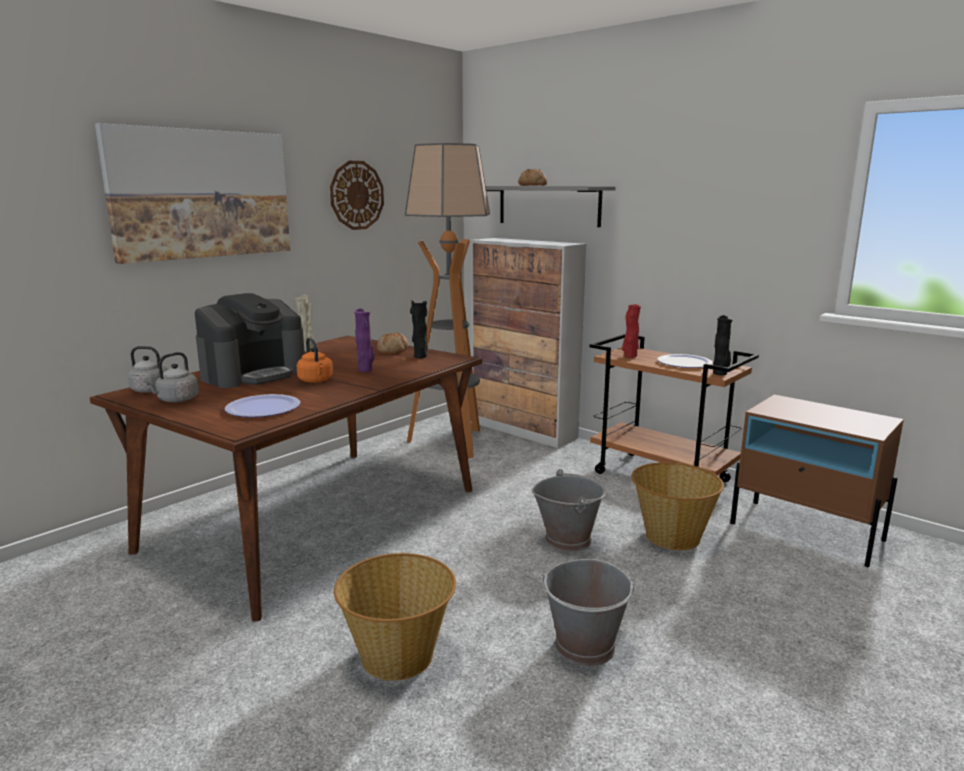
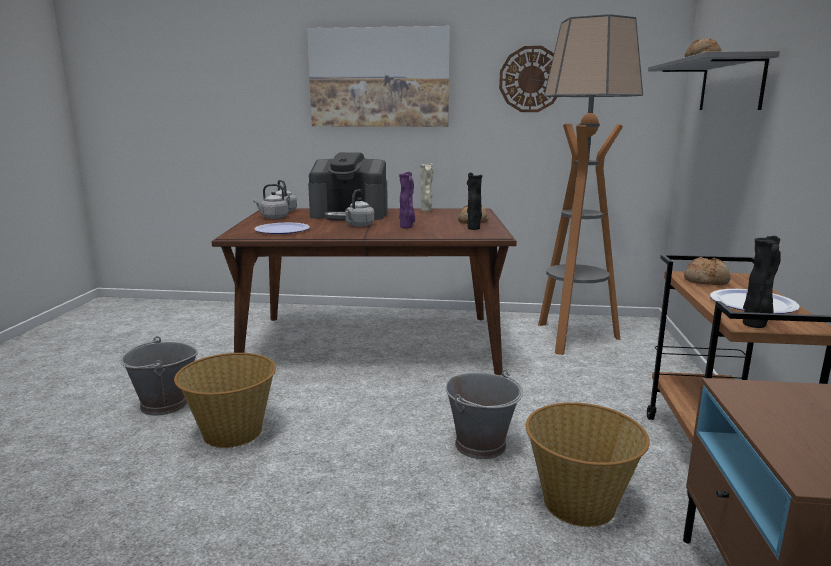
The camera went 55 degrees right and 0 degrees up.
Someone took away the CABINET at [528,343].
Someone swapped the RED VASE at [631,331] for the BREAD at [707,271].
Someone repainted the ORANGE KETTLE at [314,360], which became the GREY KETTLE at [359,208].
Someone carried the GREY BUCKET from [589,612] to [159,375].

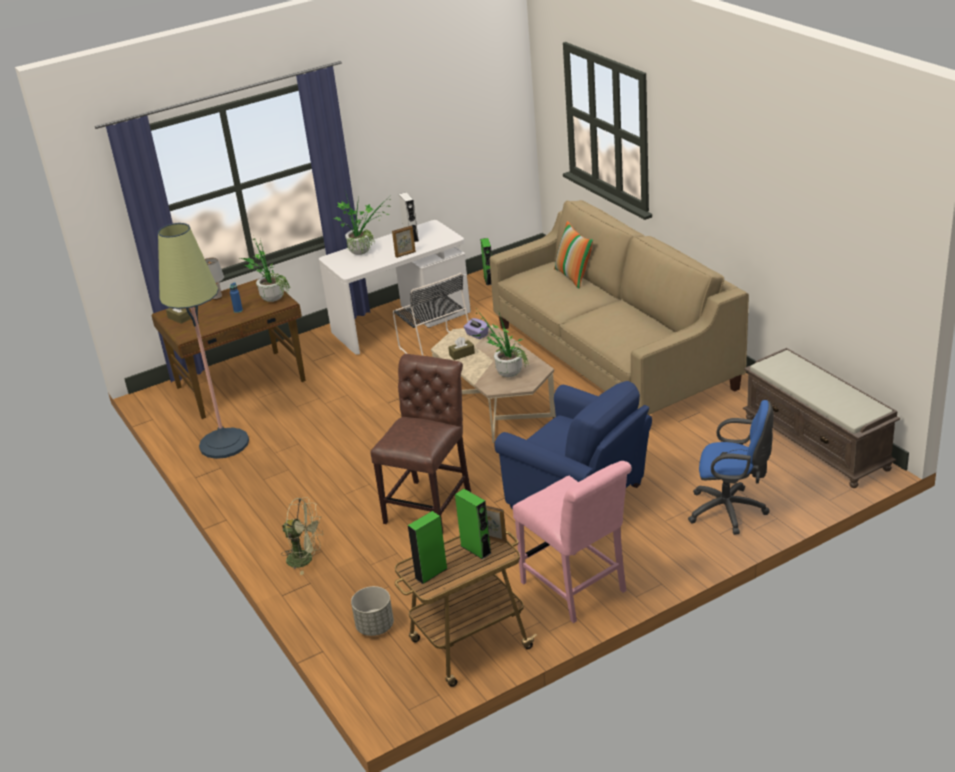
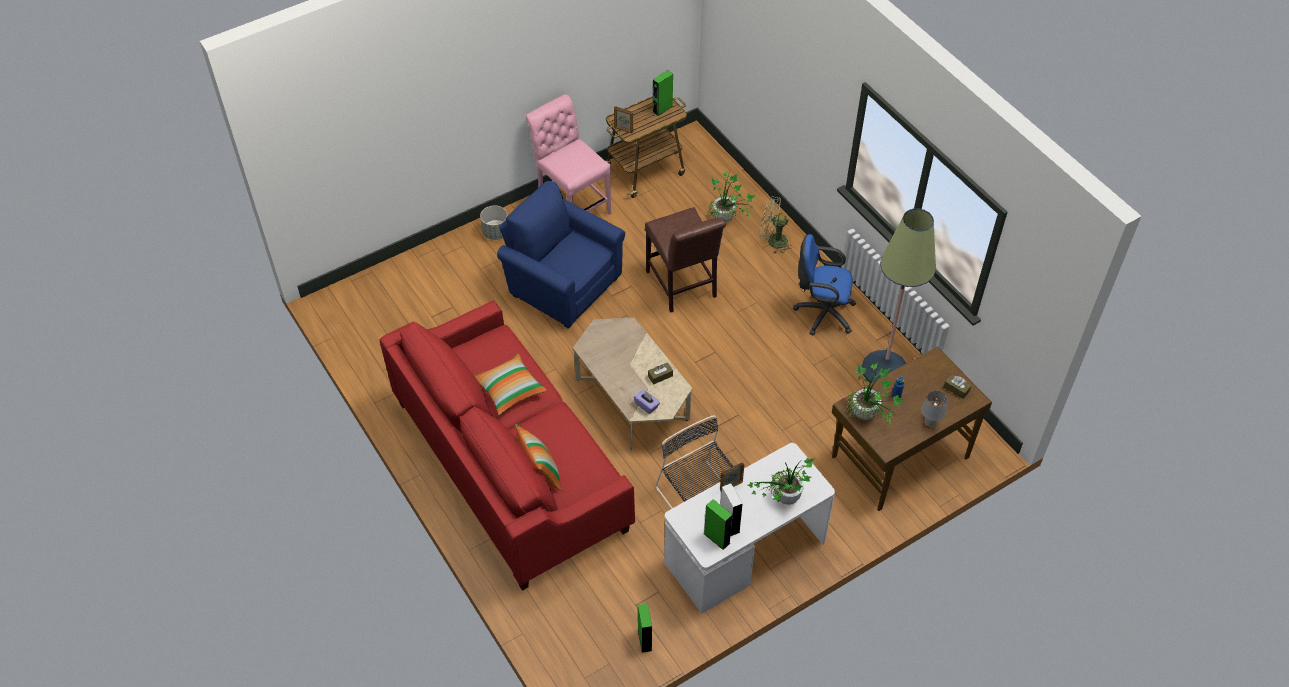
The camera went 175 degrees right and 20 degrees up.
Someone repainted the BEIGE SOFA at [619,307], which became the RED SOFA at [507,445].
Someone carried the POTTED PLANT from [499,344] to [731,195].
Someone took away the BROWN BENCH at [821,418].
Someone rotated the BROWN CHAIR at [420,443] by 45 degrees counterclockwise.
Someone carried the BLUE OFFICE CHAIR from [731,467] to [824,284].
Someone carried the GREEN SPEAKER from [473,524] to [718,524].
Someone carried the GREY PLANTER from [372,611] to [494,222].
Someone put down the PILLOW at [510,384].

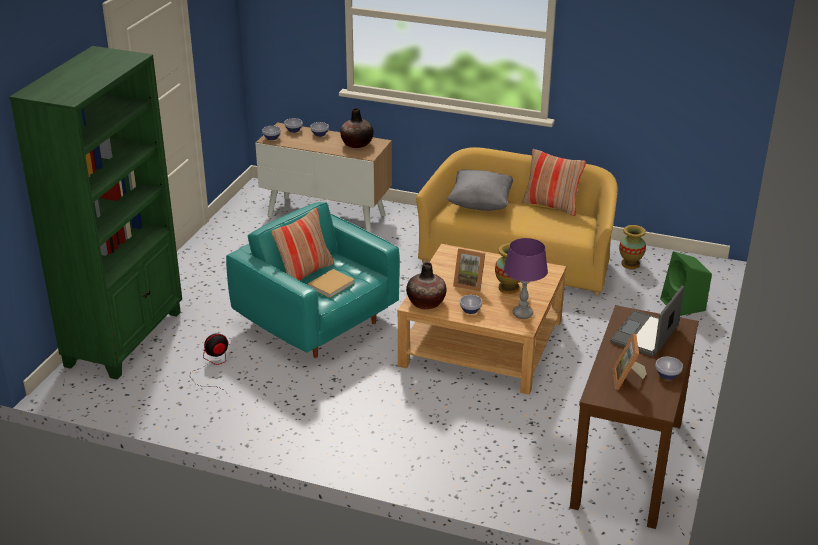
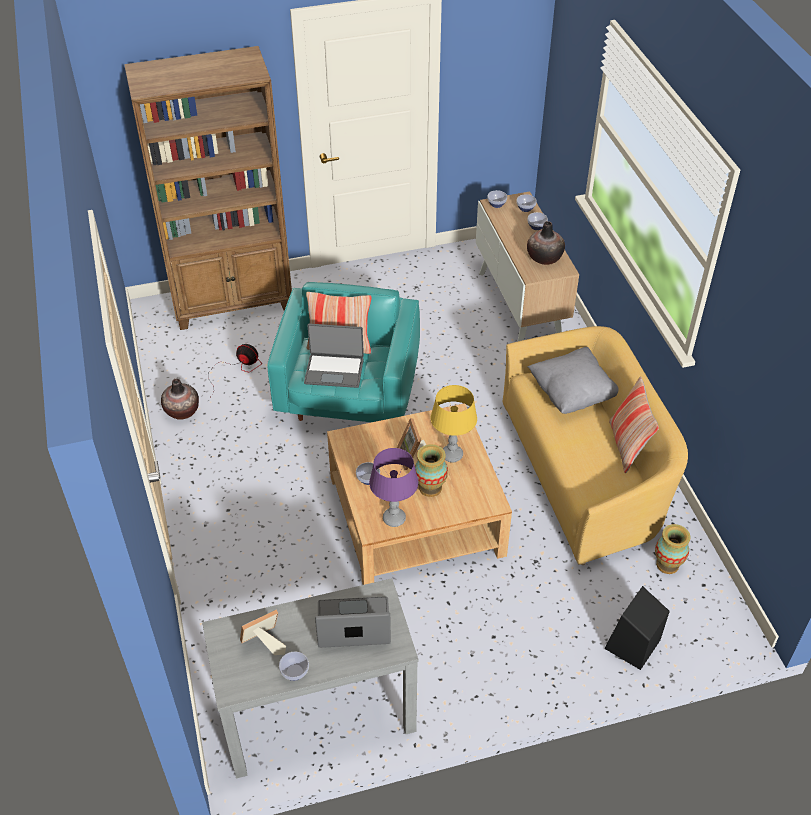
The camera went 55 degrees right and 15 degrees up.
Someone repainted the GREEN BOOKCASE at [95,213], which became the BROWN BOOKCASE at [208,188].
Someone repainted the GREEN SPEAKER at [686,283], which became the BLACK SPEAKER at [637,628].
Someone carried the VASE from [426,285] to [180,399].
Someone swapped the BEIGE BOOK at [331,283] for the LAPTOP at [334,356].
Someone repainted the BROWN CONSOLE TABLE at [634,417], which became the GREY CONSOLE TABLE at [310,678].
Someone put down the YELLOW TABLE LAMP at [454,423].

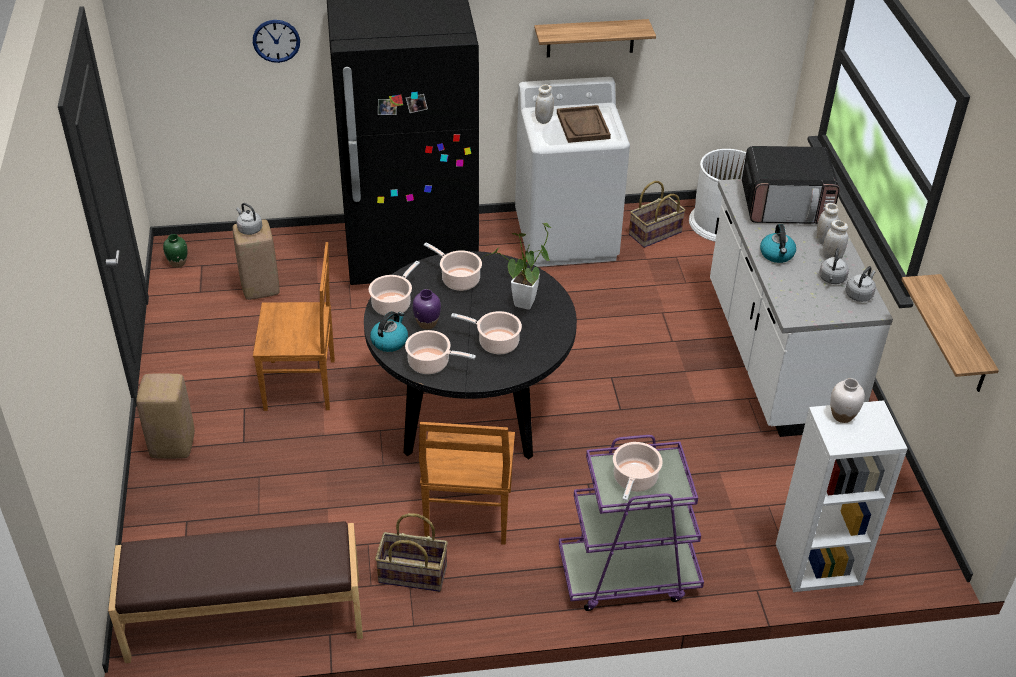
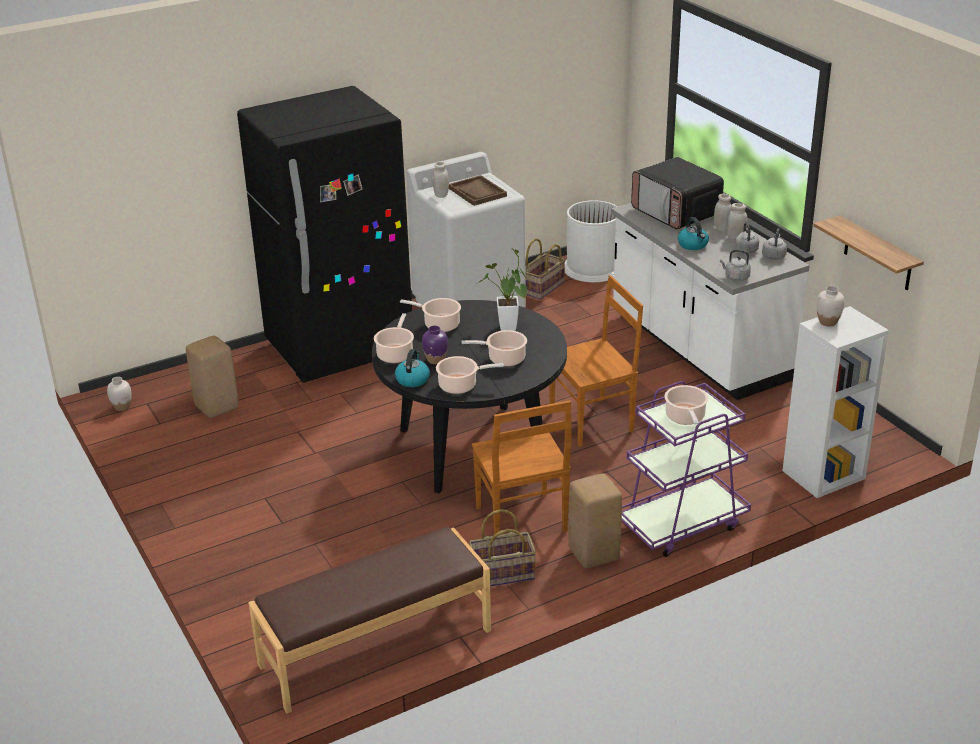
The camera went 20 degrees left and 10 degrees down.
Someone took away the SHELF at [595,38].
Someone took away the WALL CLOCK at [276,41].
Someone rotated the MICROWAVE at [791,185] by 75 degrees clockwise.
Someone carried the GREY KETTLE from [249,219] to [735,265].
Someone repainted the GREEN VASE at [175,251], which became the WHITE VASE at [119,394].
Someone carried the BROWN CHAIR from [294,326] to [596,361].
Someone carried the BEIGE STOOL from [165,416] to [595,520].

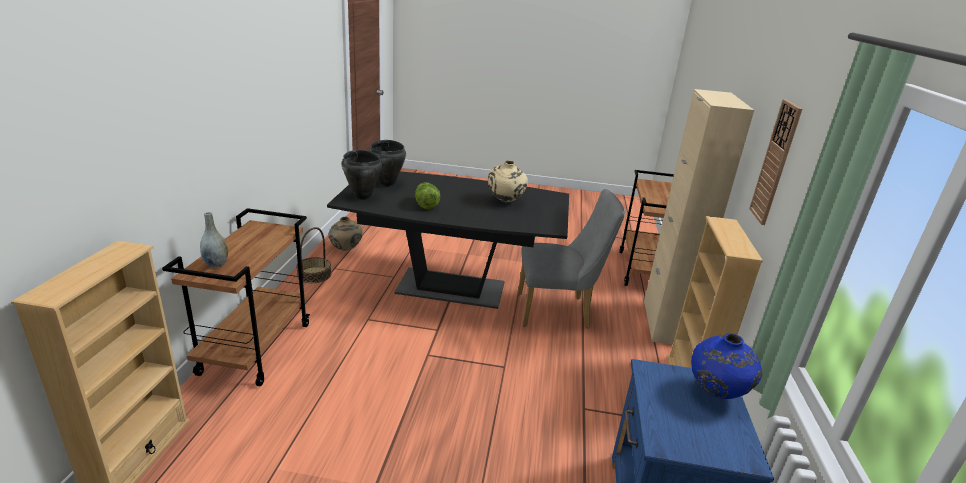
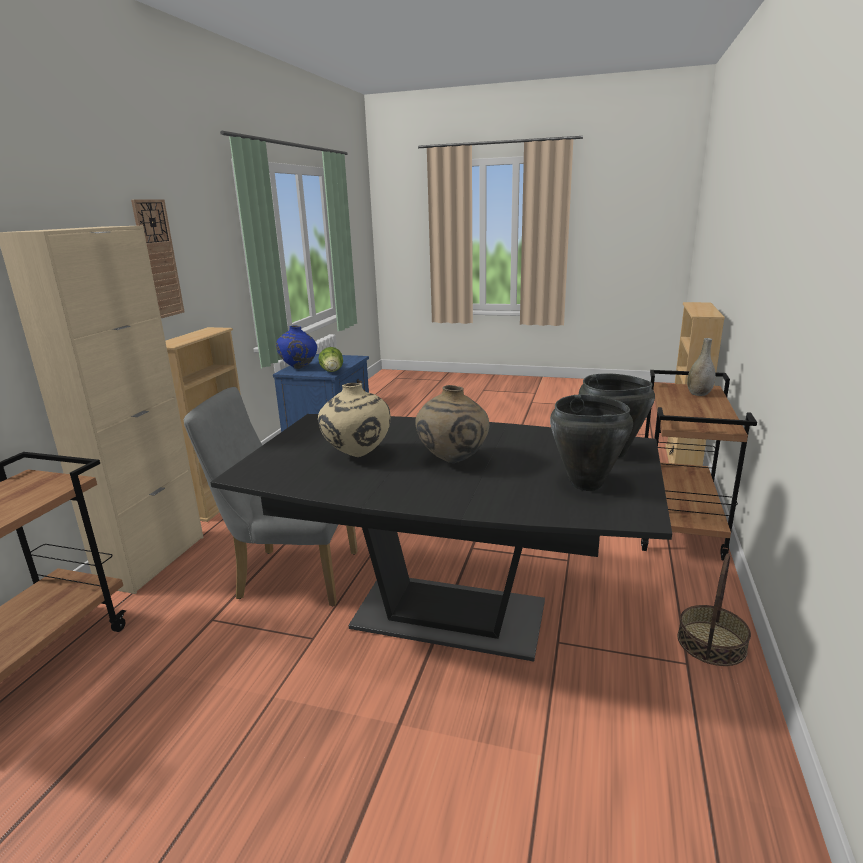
The camera went 170 degrees left and 5 degrees down.
Someone carried the LETTUCE from [428,195] to [330,359].
Someone carried the BEIGE VASE from [346,234] to [452,424].

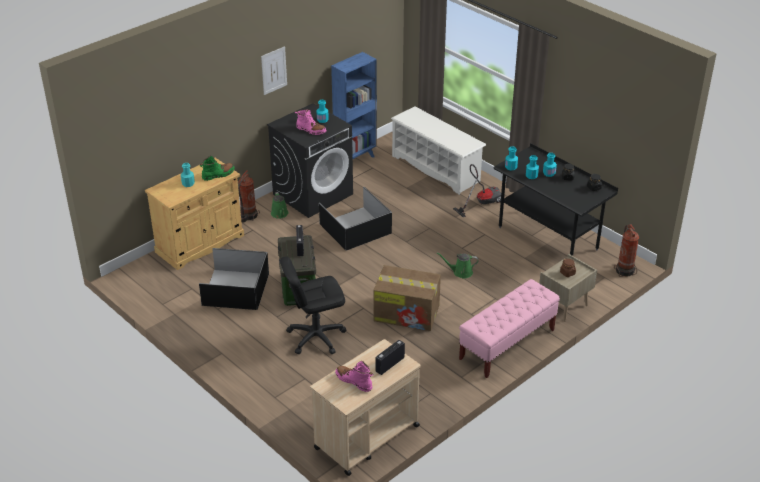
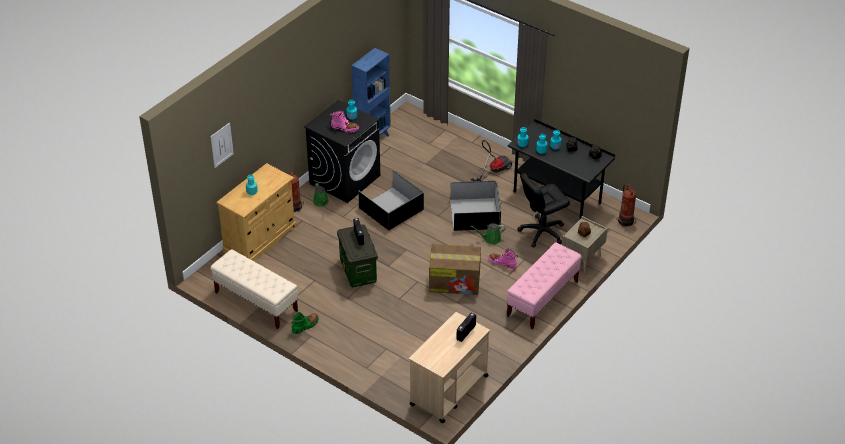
The camera went 10 degrees left and 5 degrees up.
Someone carried the PICTURE from [274,70] to [222,145].
Someone took away the WHITE SHOE RACK at [438,150].
Someone carried the GREEN BOOT from [217,168] to [305,323].
Someone carried the BLACK STORAGE BOX from [234,279] to [475,206].
Someone carried the BLACK OFFICE CHAIR from [313,305] to [544,210].
Someone carried the PINK BOOT from [354,376] to [503,258].
Someone put down the BEIGE BENCH at [254,289].

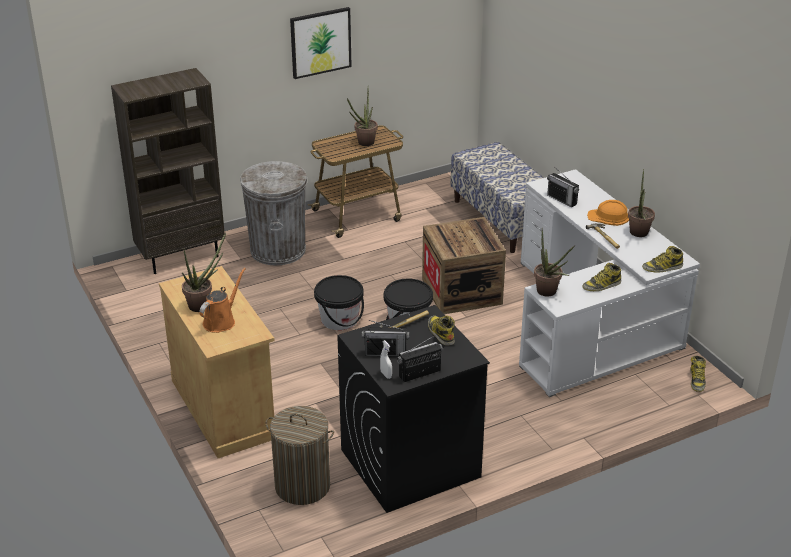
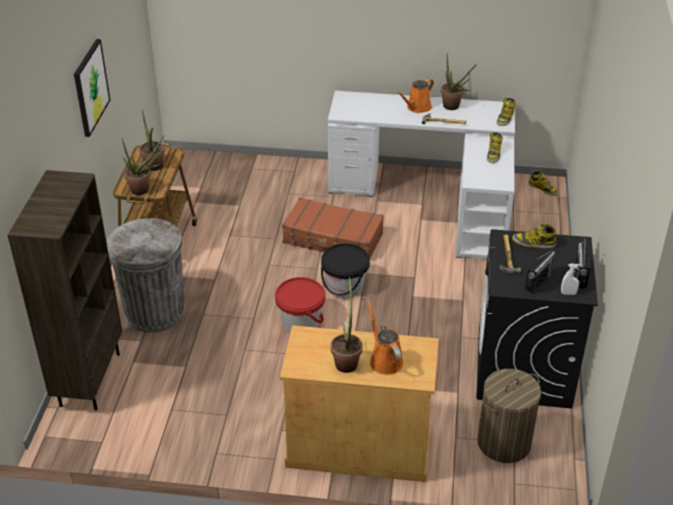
The camera went 55 degrees left and 5 degrees up.
Someone took away the BENCH at [497,197].
Someone took away the RADIO at [563,186].
Someone swapped the ORANGE HARD HAT at [608,213] for the ORANGE WATERING CAN at [415,95].
Someone swapped the CRATE at [464,265] for the BROWN SUITCASE at [333,227].
Someone carried the POTTED PLANT from [554,262] to [143,165].
Someone repainted the BLACK BUCKET at [339,302], which became the RED BUCKET at [300,304].

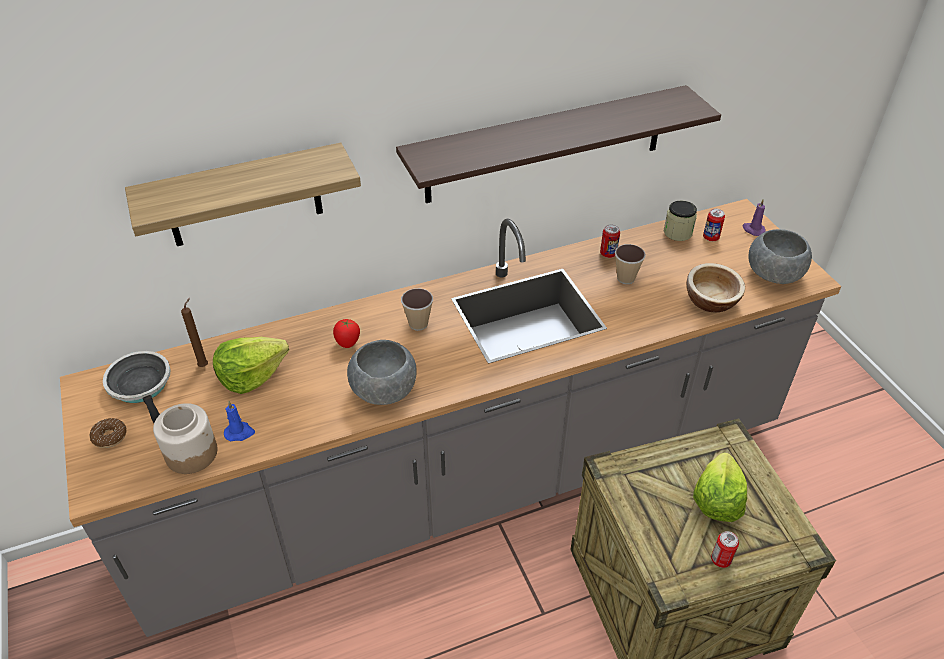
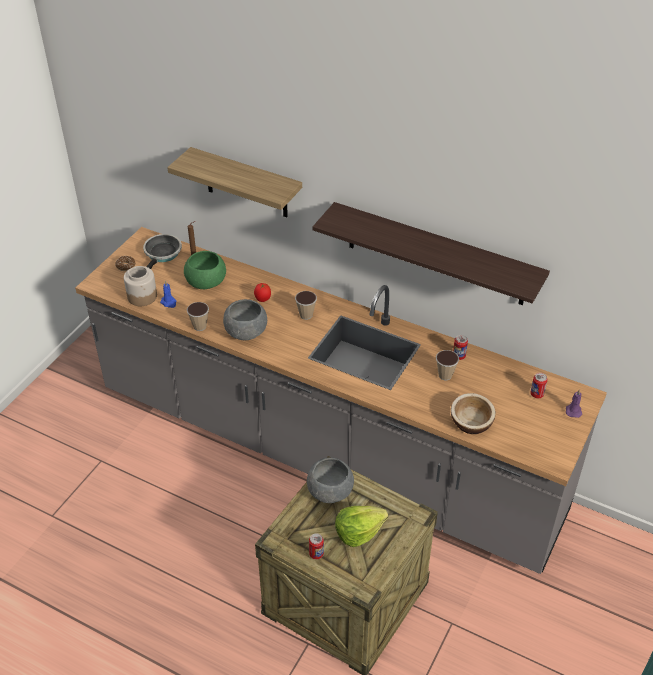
The camera went 50 degrees right and 0 degrees up.
Someone took away the JAR at [680,220].
Someone carried the GREY BOWL from [780,256] to [330,480].
Someone swapped the LETTUCE at [251,365] for the GREEN BOWL at [205,270].
Someone put down the CUP at [198,316].

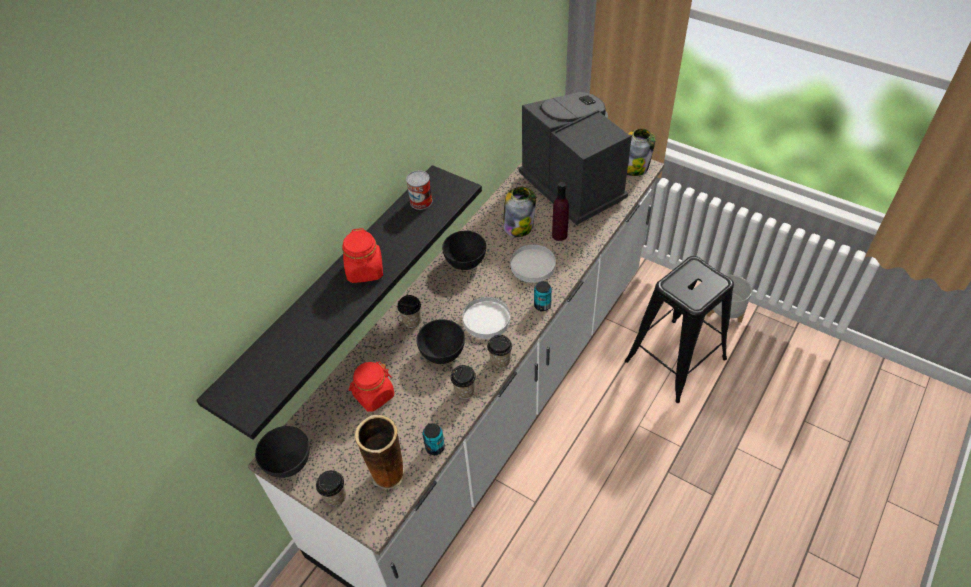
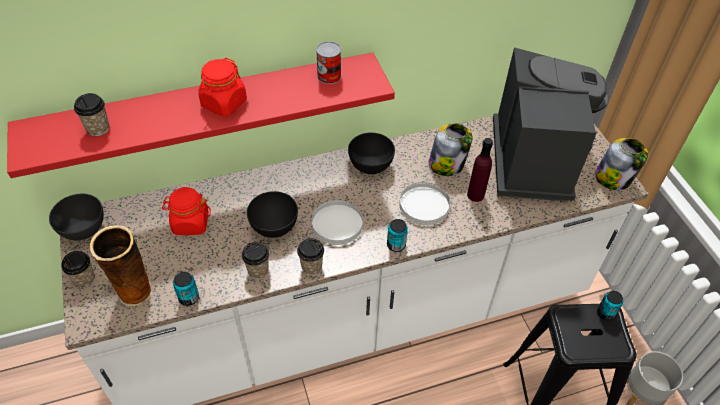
The camera went 35 degrees right and 0 degrees up.
Someone repainted the BLACK SHELF at [339,302], which became the RED SHELF at [201,115].
Someone carried the CUP from [409,311] to [91,114].
Someone put down the CAN at [610,305].

